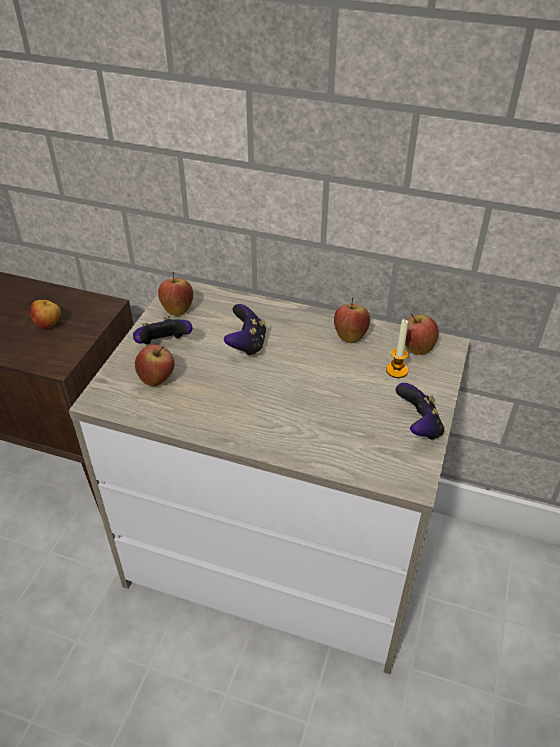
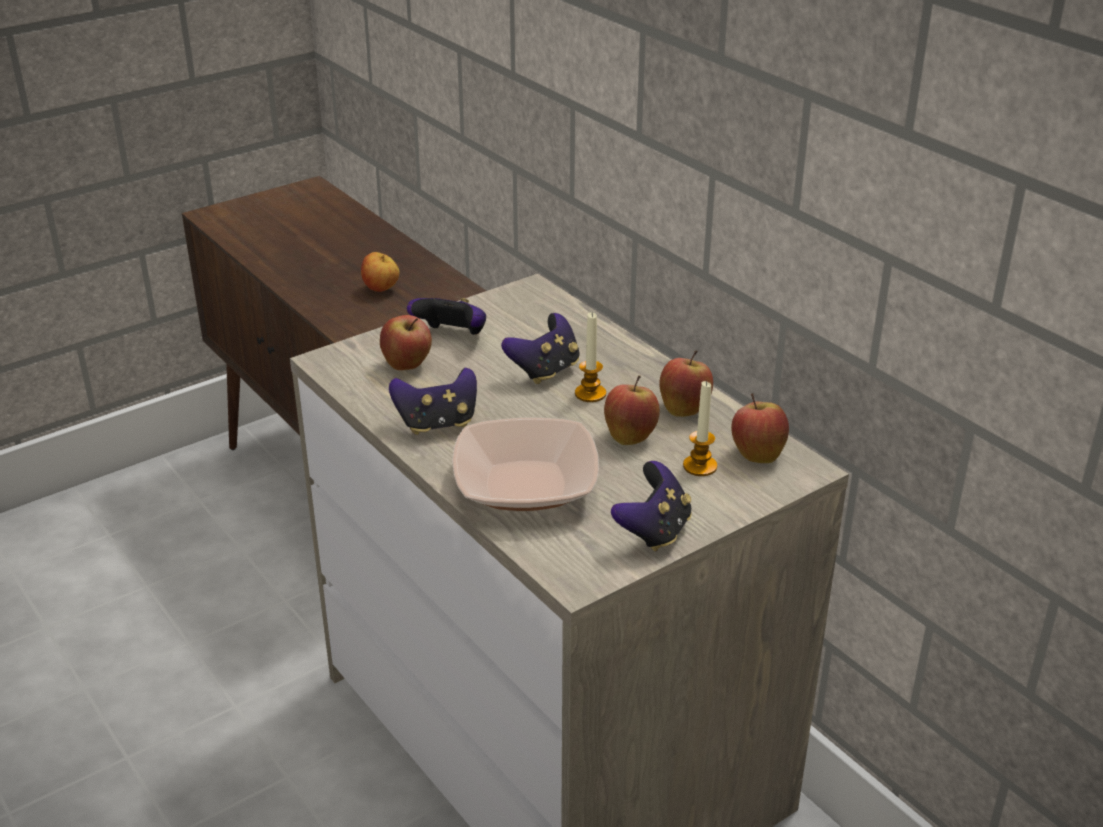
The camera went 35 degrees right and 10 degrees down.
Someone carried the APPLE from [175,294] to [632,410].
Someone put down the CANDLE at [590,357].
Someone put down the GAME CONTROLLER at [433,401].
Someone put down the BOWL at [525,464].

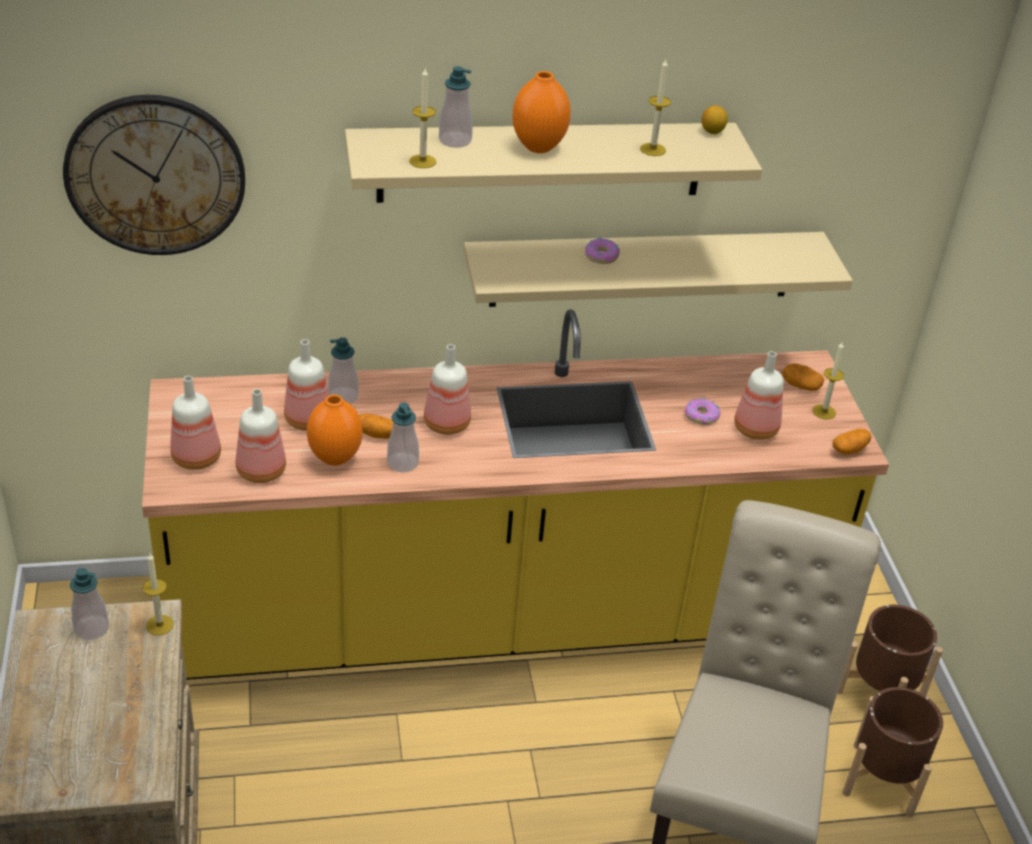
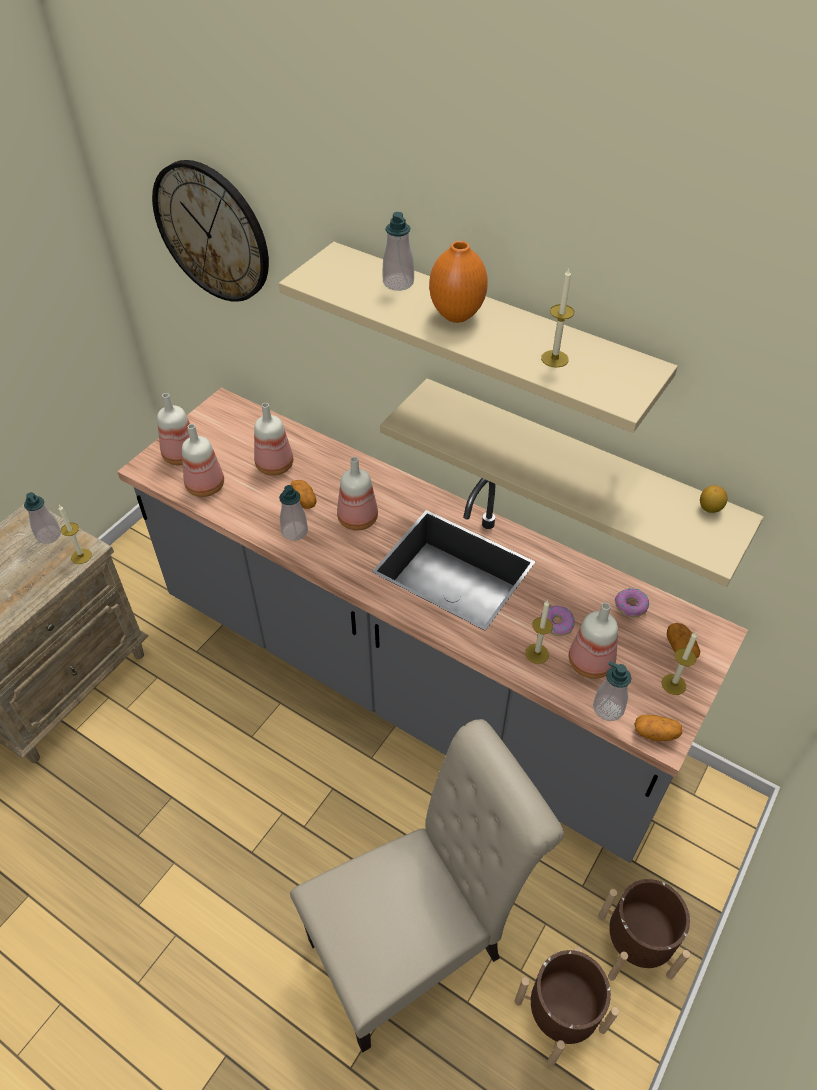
The camera went 45 degrees right and 10 degrees up.
Someone carried the CANDLE from [422,118] to [539,632].
Someone carried the LEMON from [714,119] to [714,499].
Someone carried the DONUT from [602,250] to [632,603].
Someone repainted the YELLOW COUNTER at [515,494], which became the GREY COUNTER at [432,625].
Someone carried the SOAP DISPENSER from [343,370] to [612,691].
Someone took away the ORANGE VASE at [335,430].

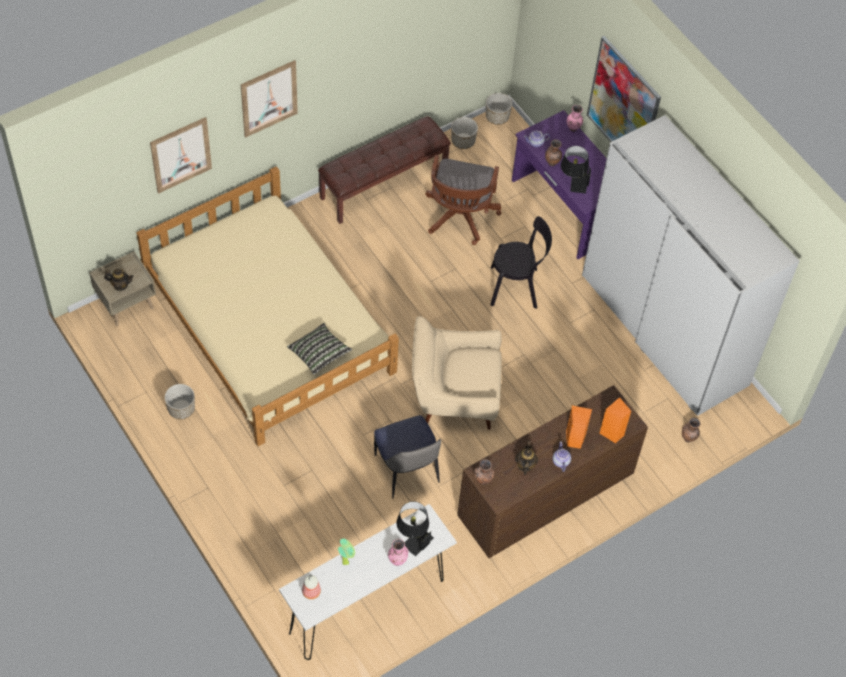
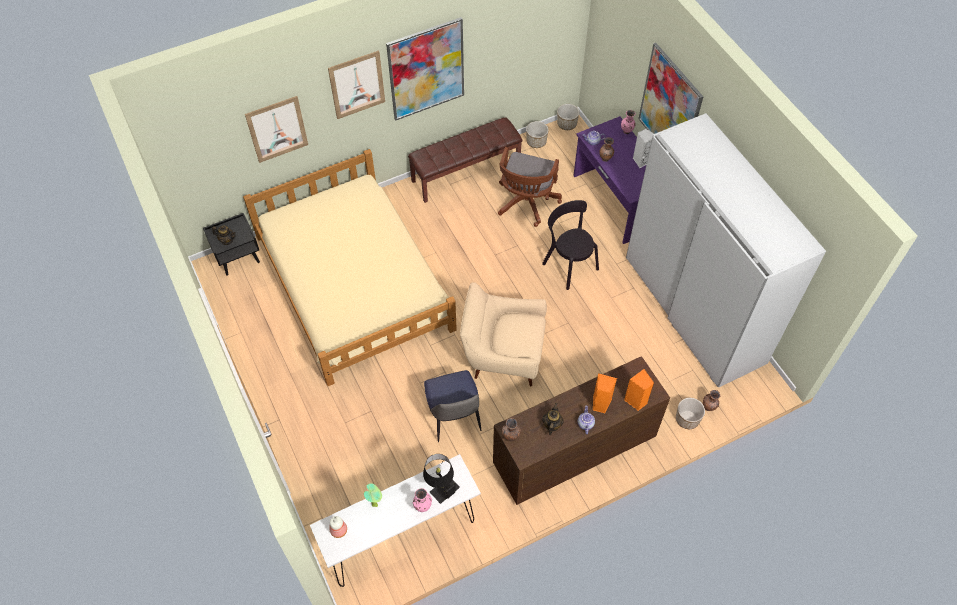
The camera went 10 degrees right and 0 degrees up.
Someone took away the BLACK TABLE LAMP at [576,170].
Someone rotated the BLACK CHAIR at [521,262] by 135 degrees counterclockwise.
Someone repainted the BEIGE NIGHTSTAND at [122,288], which became the BLACK NIGHTSTAND at [231,244].
Someone took away the PILLOW at [319,349].
Someone carried the PLANTER from [180,401] to [690,413].
Someone put up the PICTURE at [425,69].
Someone put down the WHITE SPEAKER at [643,148].

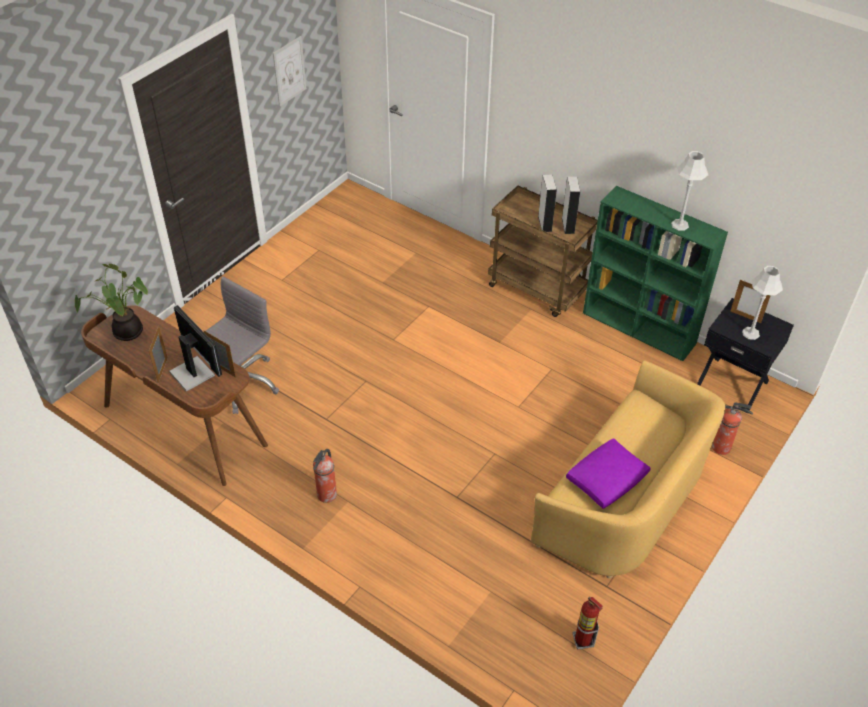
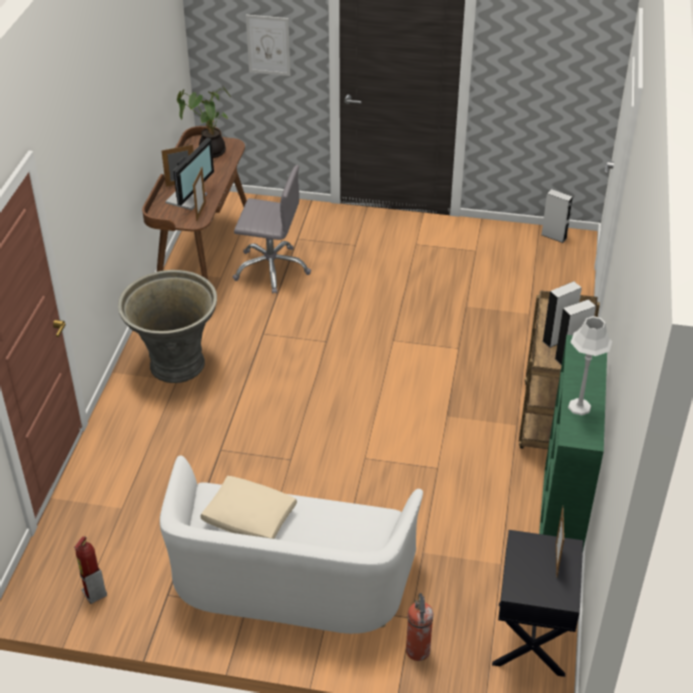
The camera went 65 degrees right and 5 degrees down.
Someone carried the PICTURE from [289,71] to [268,45].
Someone took away the GREY TABLE LAMP at [762,303].
Someone repainted the YELLOW SOFA at [628,469], which became the WHITE SOFA at [291,544].
Someone repainted the PURPLE PILLOW at [608,473], which became the BEIGE PILLOW at [248,507].
Someone swapped the FIRE EXTINGUISHER at [325,476] for the GREY PLANTER at [167,326].
Someone put down the GREY SPEAKER at [557,216].

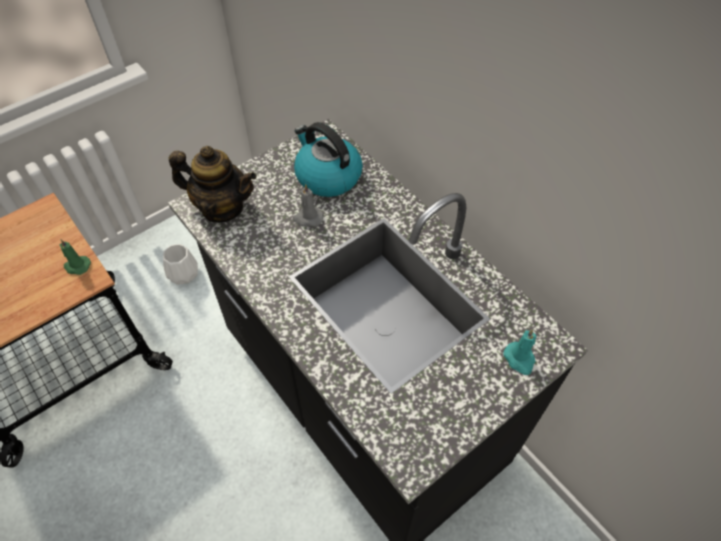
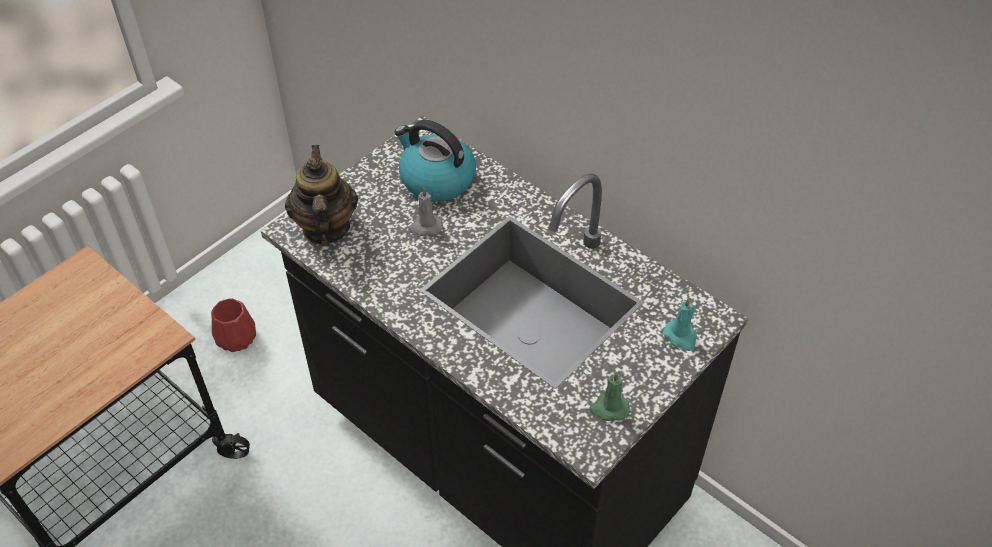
The camera went 10 degrees left and 5 degrees down.
Someone rotated the TEAPOT at [213,184] by 105 degrees counterclockwise.
Someone carried the GREEN CANDLE from [75,257] to [609,396].
Someone repainted the WHITE VASE at [180,264], which became the RED VASE at [233,325].

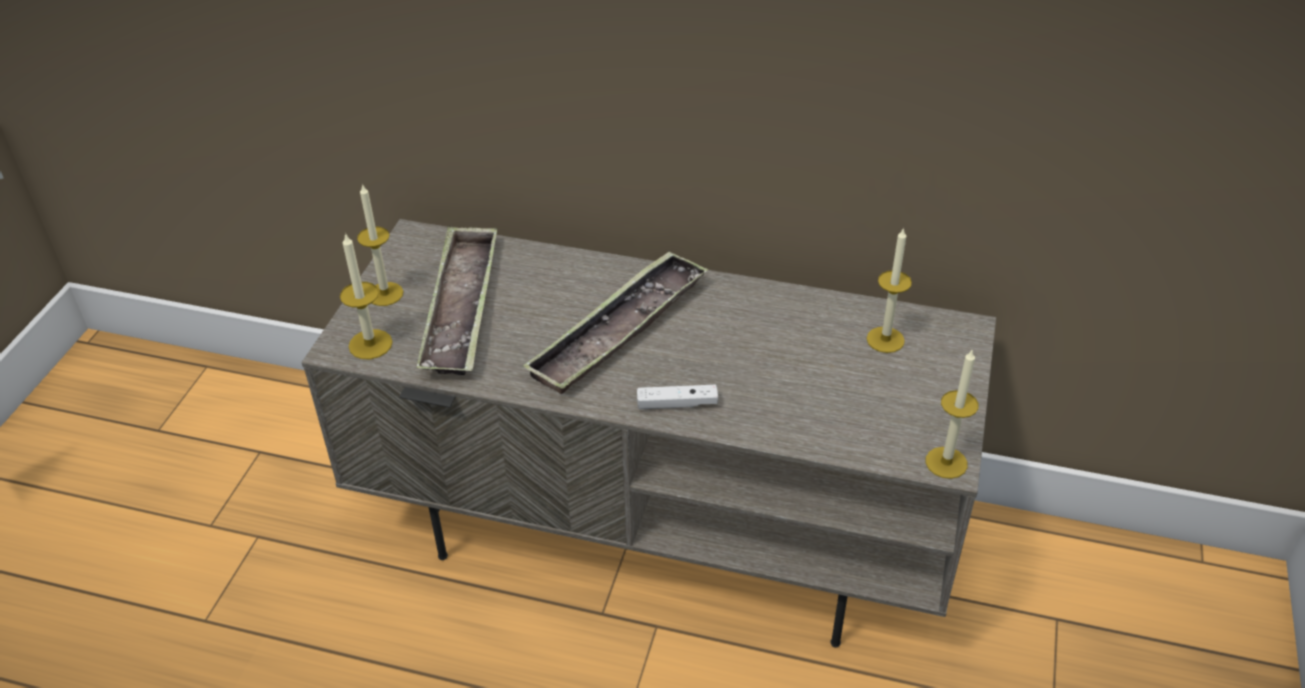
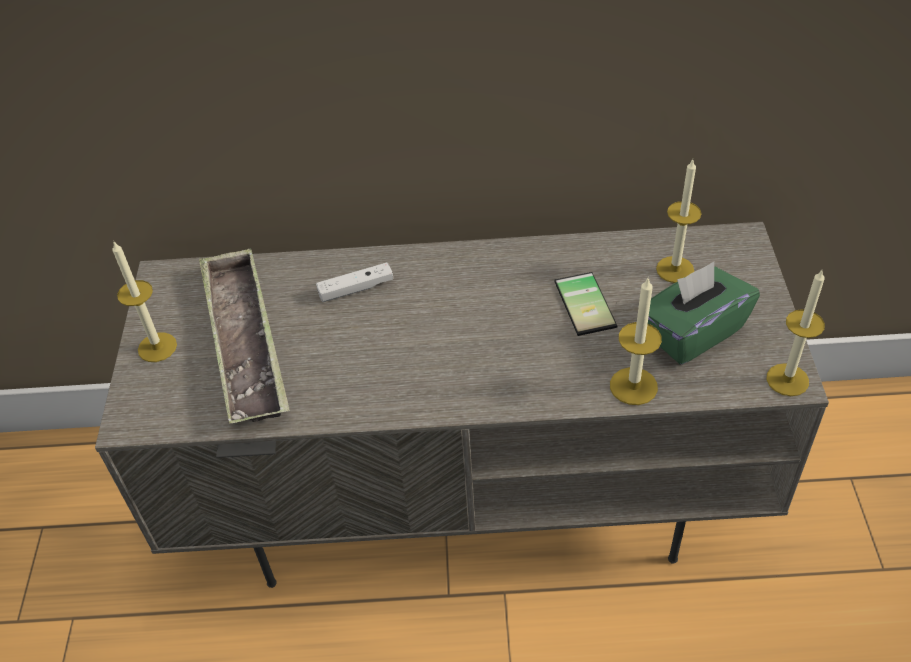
The camera went 15 degrees left and 5 degrees up.
Someone carried the CANDLE from [366,296] to [636,341].
Someone took away the TRAY at [615,322].
Someone carried the WHITE GAME CONTROLLER from [677,396] to [354,282].
Someone put down the GREEN TISSUE BOX at [704,313].
Someone put down the PHONE at [585,304].

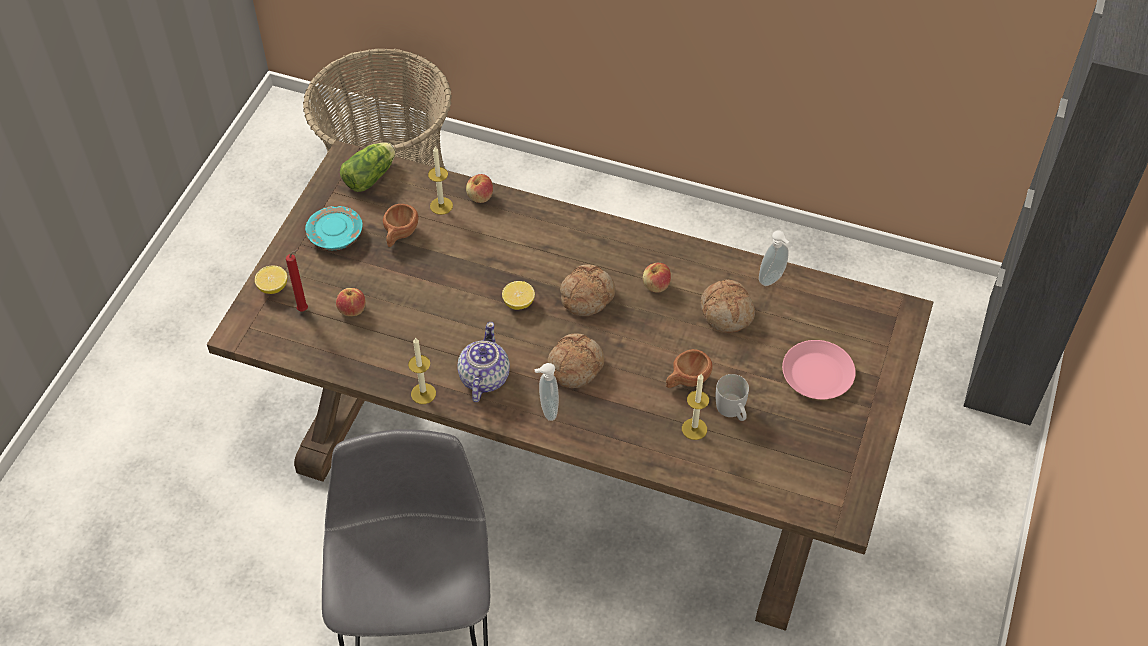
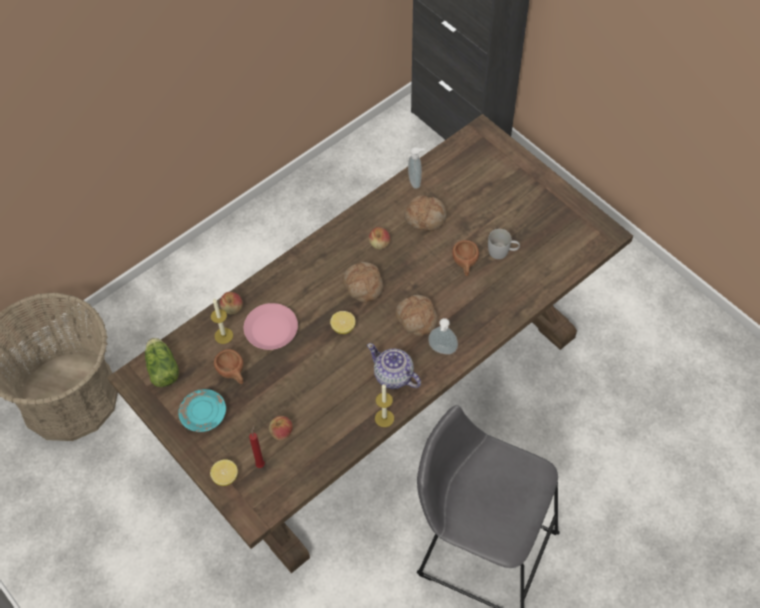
The camera went 60 degrees left and 5 degrees up.
Someone carried the PINK PLATE from [819,369] to [271,326].
Someone took away the CANDLE at [695,407].

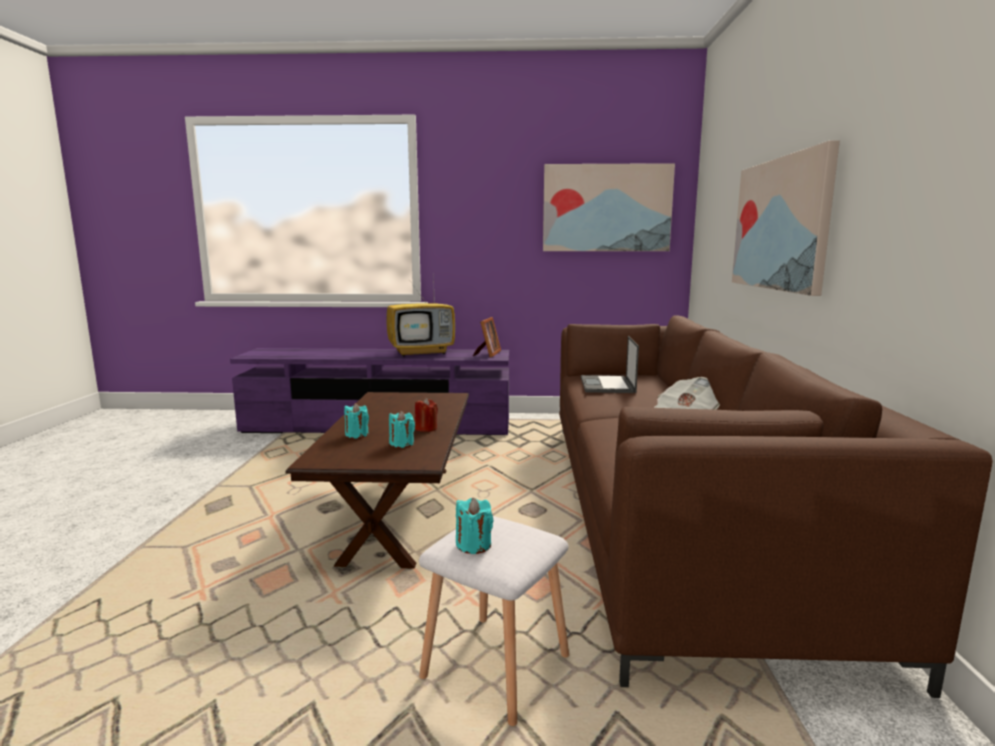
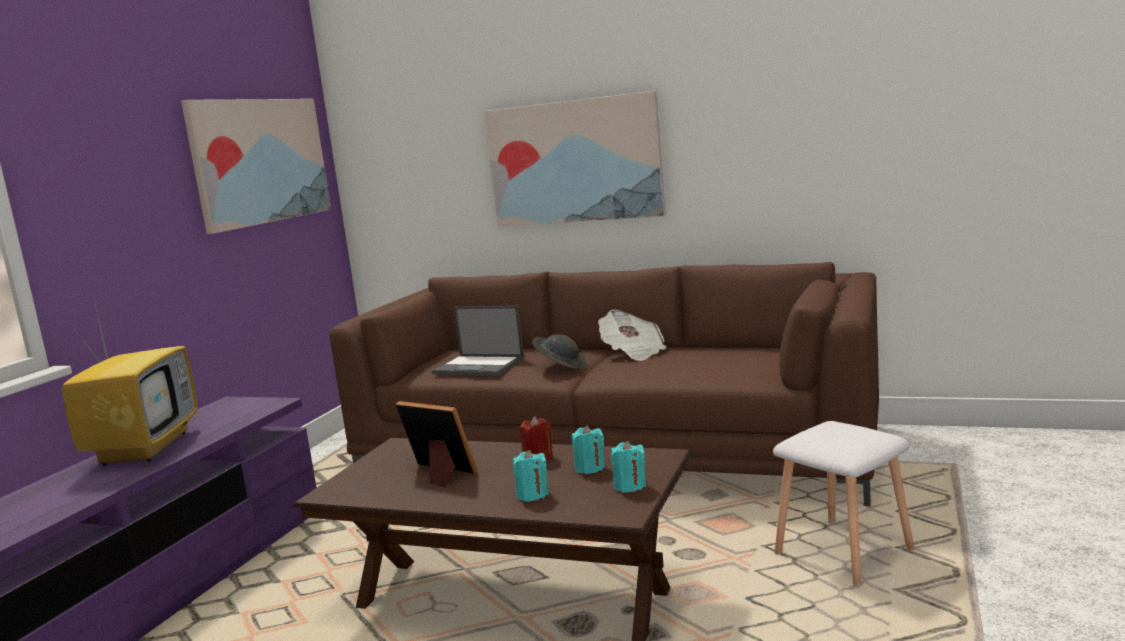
The camera went 70 degrees left and 0 degrees up.
Someone carried the PICTURE FRAME from [487,337] to [436,444].
Someone carried the TURQUOISE CANDLE from [474,526] to [628,467].
Someone put down the GREY HAT at [559,351].

